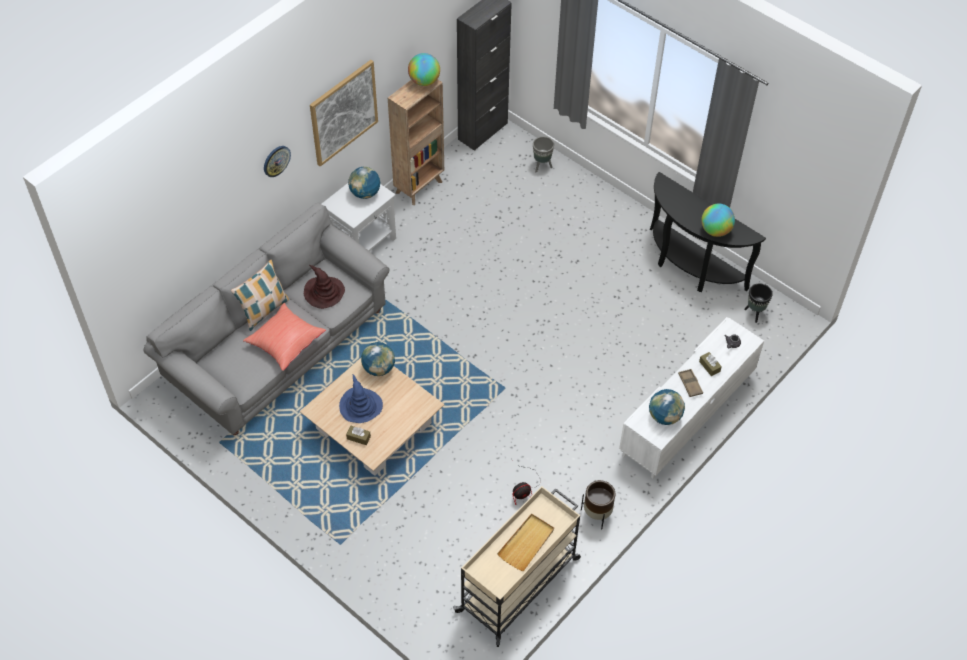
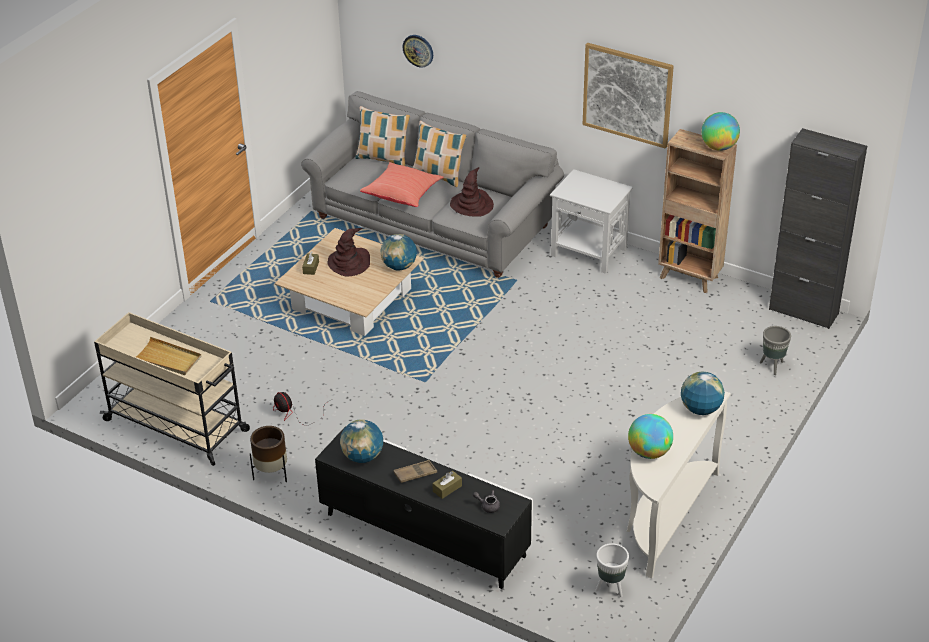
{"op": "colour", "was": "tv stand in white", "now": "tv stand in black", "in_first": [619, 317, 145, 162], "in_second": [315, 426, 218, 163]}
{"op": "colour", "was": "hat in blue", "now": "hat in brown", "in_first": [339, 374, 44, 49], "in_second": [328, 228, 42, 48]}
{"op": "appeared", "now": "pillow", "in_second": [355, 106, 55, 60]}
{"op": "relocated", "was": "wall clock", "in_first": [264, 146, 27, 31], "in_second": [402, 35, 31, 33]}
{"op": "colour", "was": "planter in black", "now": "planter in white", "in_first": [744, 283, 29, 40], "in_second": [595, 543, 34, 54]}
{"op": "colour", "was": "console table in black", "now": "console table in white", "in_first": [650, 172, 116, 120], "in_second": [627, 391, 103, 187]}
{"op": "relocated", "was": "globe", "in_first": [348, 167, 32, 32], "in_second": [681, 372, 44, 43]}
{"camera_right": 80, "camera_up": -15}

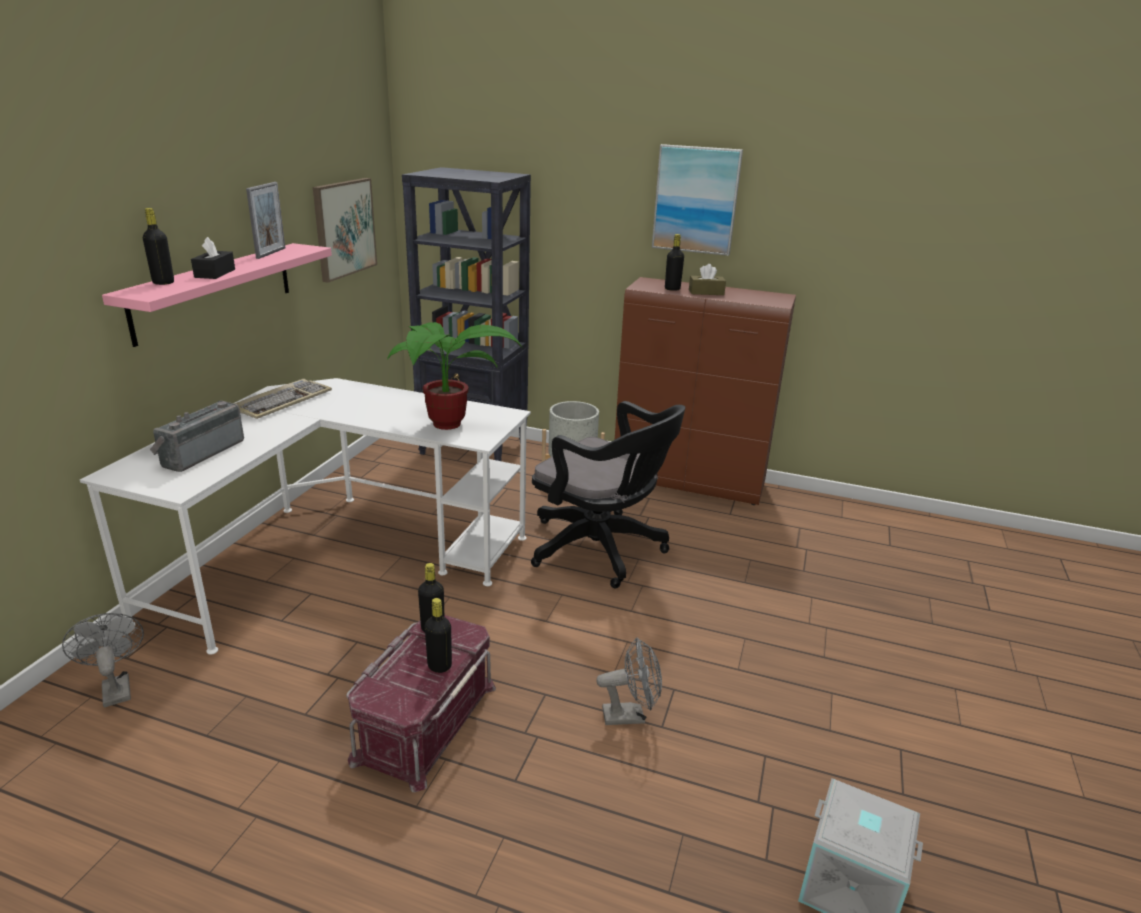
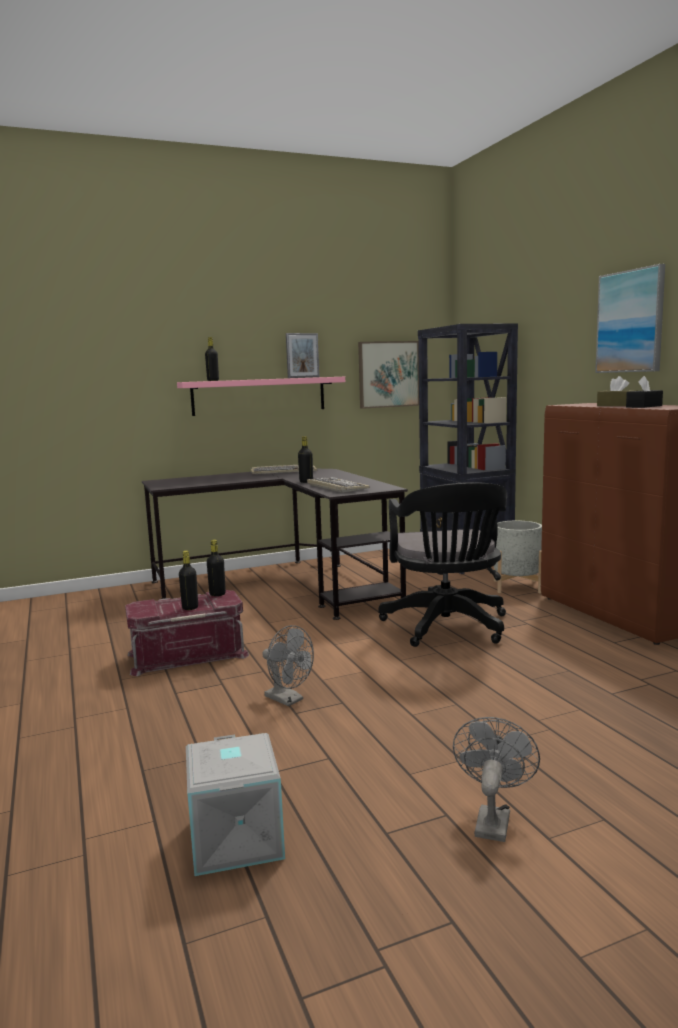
{"op": "colour", "was": "desk in white", "now": "desk in black", "in_first": [80, 378, 451, 277], "in_second": [142, 469, 266, 151]}
{"op": "relocated", "was": "bottle in black", "in_first": [665, 234, 19, 57], "in_second": [298, 436, 15, 47]}
{"op": "exchanged", "was": "potted plant", "now": "keyboard", "in_first": [387, 322, 135, 108], "in_second": [307, 477, 63, 16]}
{"op": "relocated", "was": "fan in grey", "in_first": [62, 613, 82, 94], "in_second": [453, 717, 87, 125]}
{"op": "relocated", "was": "tissue box in black", "in_first": [191, 237, 44, 42], "in_second": [626, 376, 37, 32]}
{"op": "missing", "was": "radio", "in_first": [150, 401, 94, 71]}
{"camera_right": 50, "camera_up": -15}

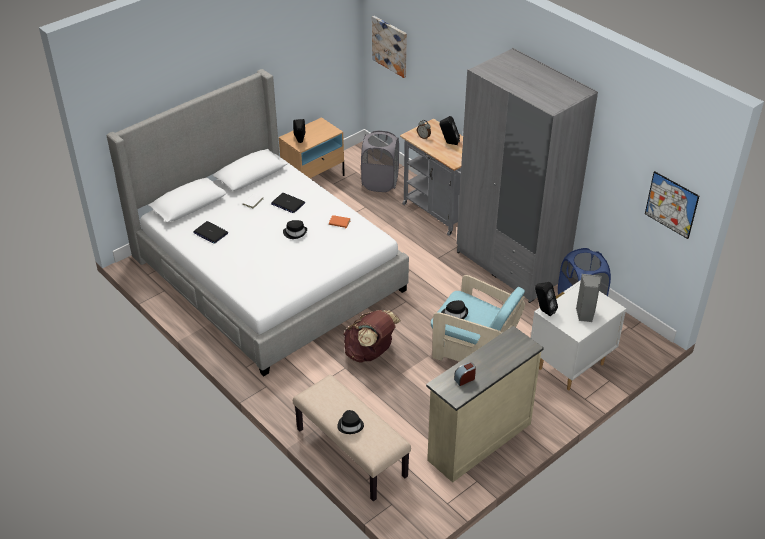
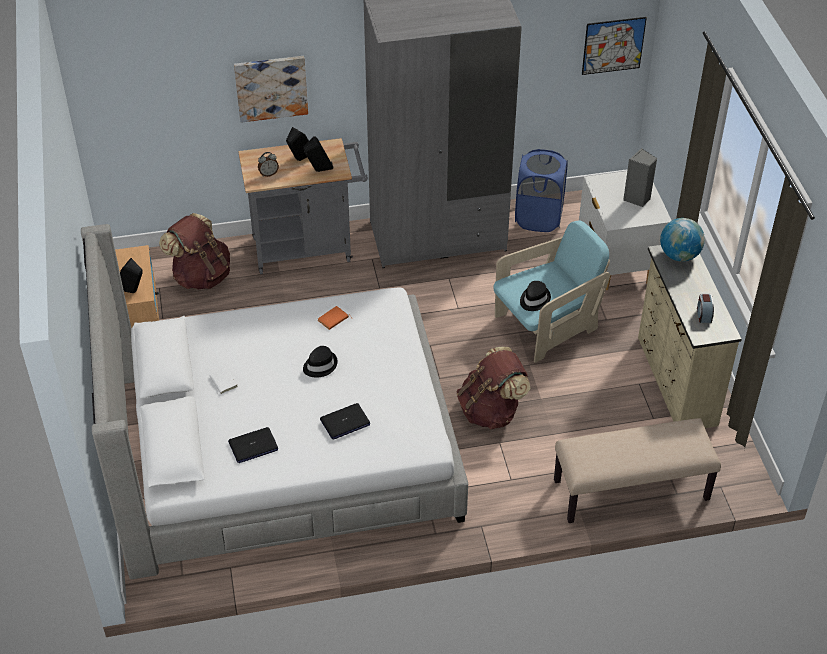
{"op": "exchanged", "was": "laundry basket in grey", "now": "backpack in brown", "in_first": [361, 130, 38, 62], "in_second": [159, 213, 71, 77]}
{"op": "relocated", "was": "picture", "in_first": [372, 16, 35, 62], "in_second": [234, 56, 74, 67]}
{"op": "relocated", "was": "speaker in black", "in_first": [535, 282, 23, 34], "in_second": [303, 136, 30, 36]}
{"op": "relocated", "was": "laptop", "in_first": [271, 193, 34, 20], "in_second": [320, 403, 50, 36]}
{"op": "appeared", "now": "globe", "in_second": [660, 218, 45, 44]}
{"op": "missing", "was": "hat in black", "in_first": [337, 410, 27, 24]}
{"camera_right": -60, "camera_up": 5}

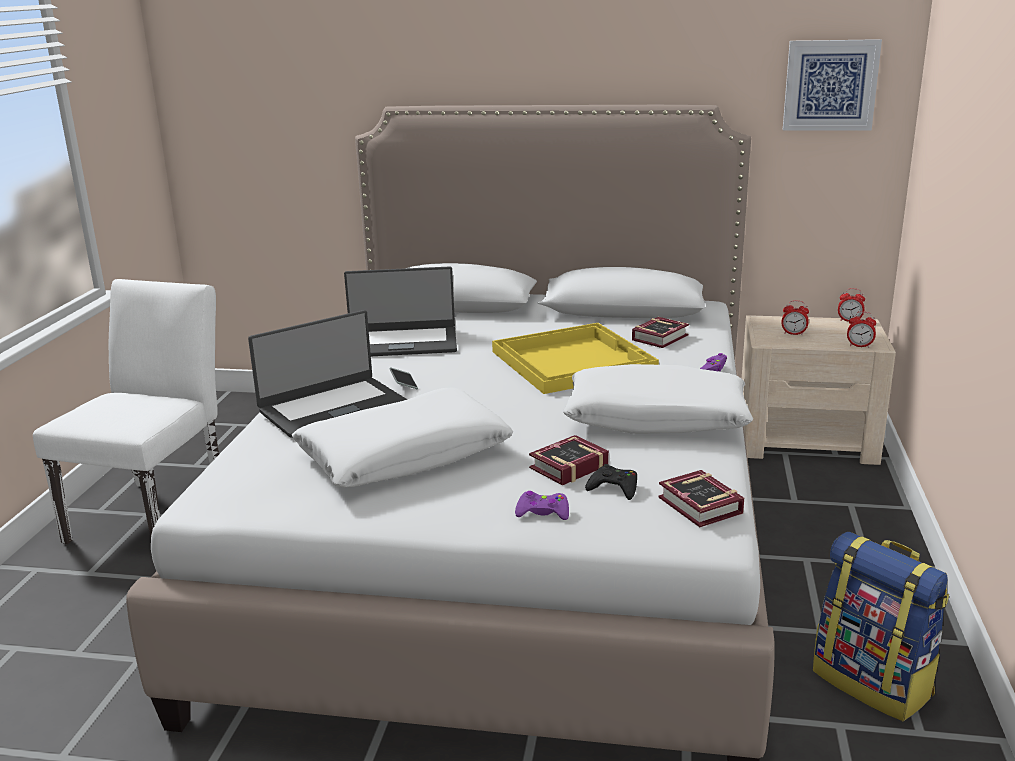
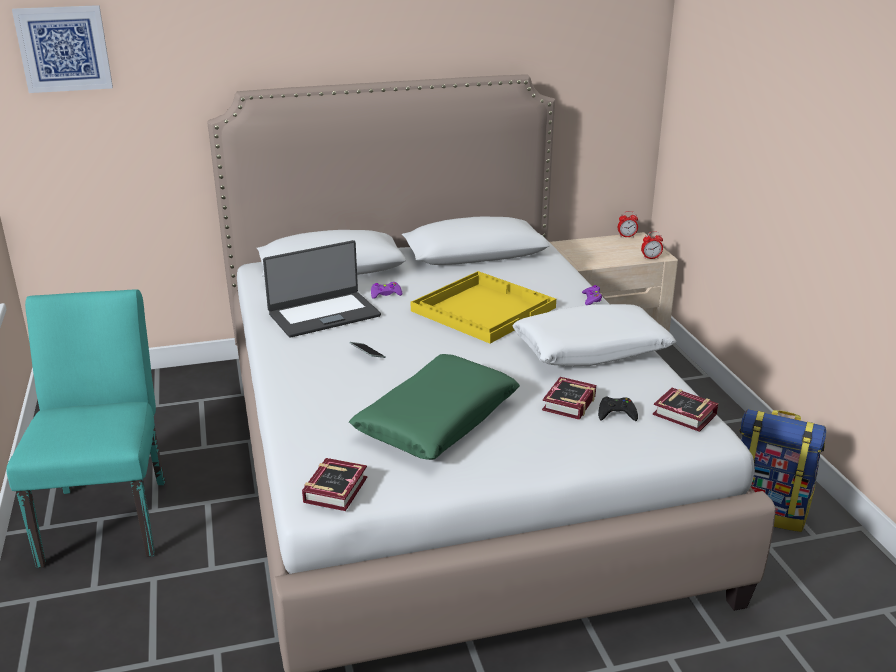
{"op": "colour", "was": "chair in white", "now": "chair in turquoise", "in_first": [33, 279, 186, 265], "in_second": [6, 290, 159, 278]}
{"op": "relocated", "was": "picture", "in_first": [783, 39, 99, 91], "in_second": [12, 5, 101, 88]}
{"op": "relocated", "was": "book", "in_first": [632, 317, 57, 31], "in_second": [302, 458, 65, 53]}
{"op": "colour", "was": "pillow in white", "now": "pillow in green", "in_first": [292, 388, 221, 99], "in_second": [349, 354, 171, 106]}
{"op": "relocated", "was": "game controller in purple", "in_first": [515, 491, 54, 29], "in_second": [371, 282, 31, 17]}
{"op": "missing", "was": "laptop", "in_first": [248, 310, 159, 128]}
{"op": "missing", "was": "alarm clock", "in_first": [781, 300, 28, 36]}
{"camera_right": -25, "camera_up": 5}

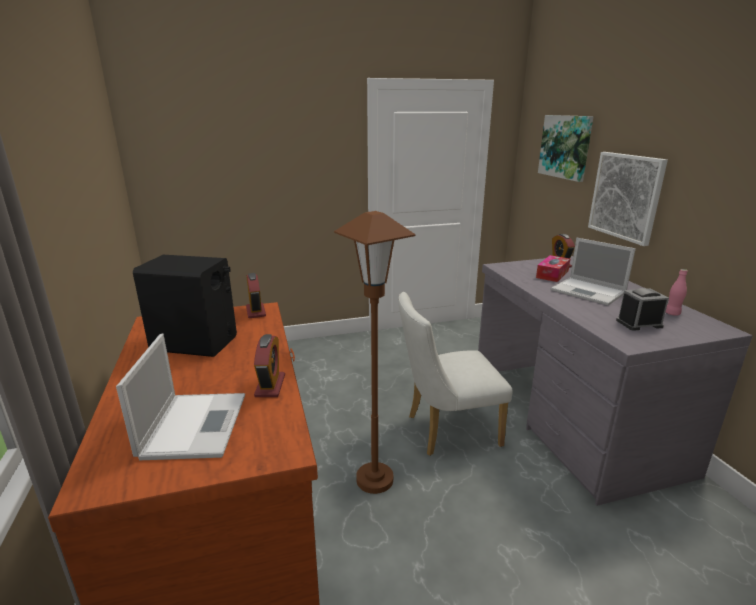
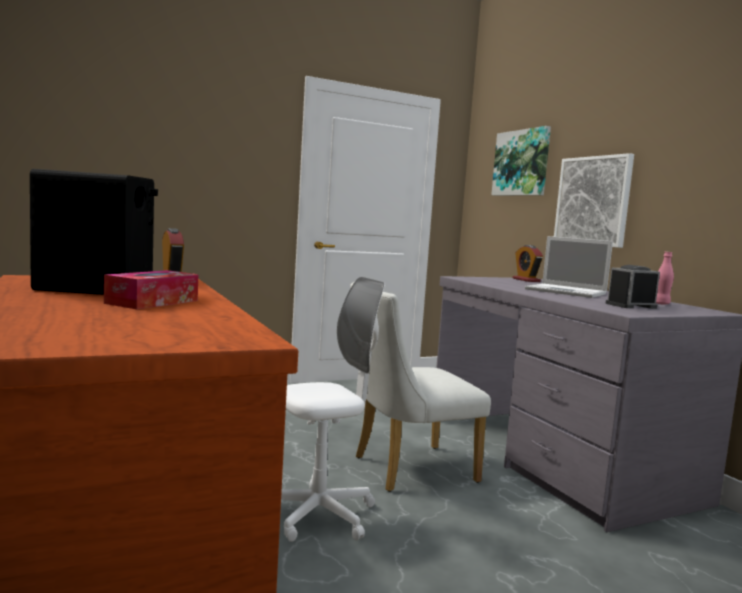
{"op": "relocated", "was": "tissue box", "in_first": [536, 255, 34, 27], "in_second": [104, 270, 94, 39]}
{"op": "exchanged", "was": "floor lamp in brown", "now": "office chair in white", "in_first": [334, 211, 81, 283], "in_second": [281, 277, 104, 265]}
{"op": "missing", "was": "laptop", "in_first": [116, 334, 129, 126]}
{"op": "missing", "was": "alarm clock", "in_first": [254, 334, 31, 63]}
{"camera_right": -10, "camera_up": -15}

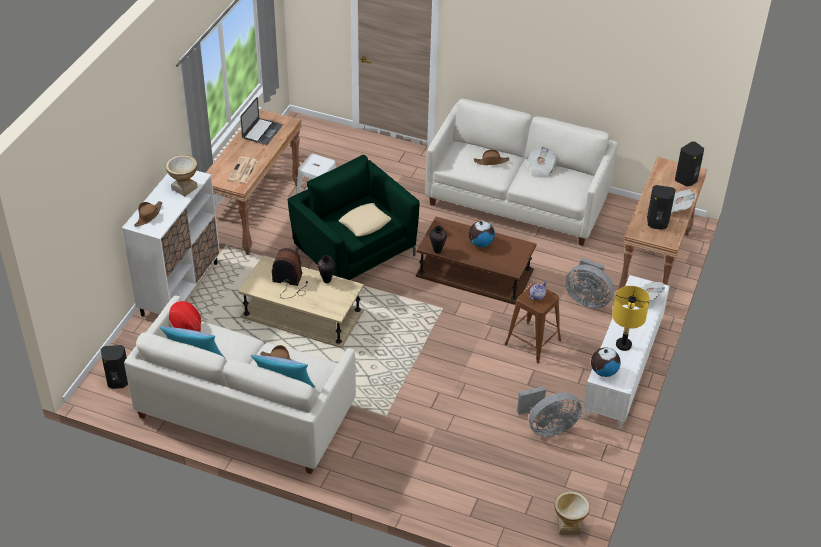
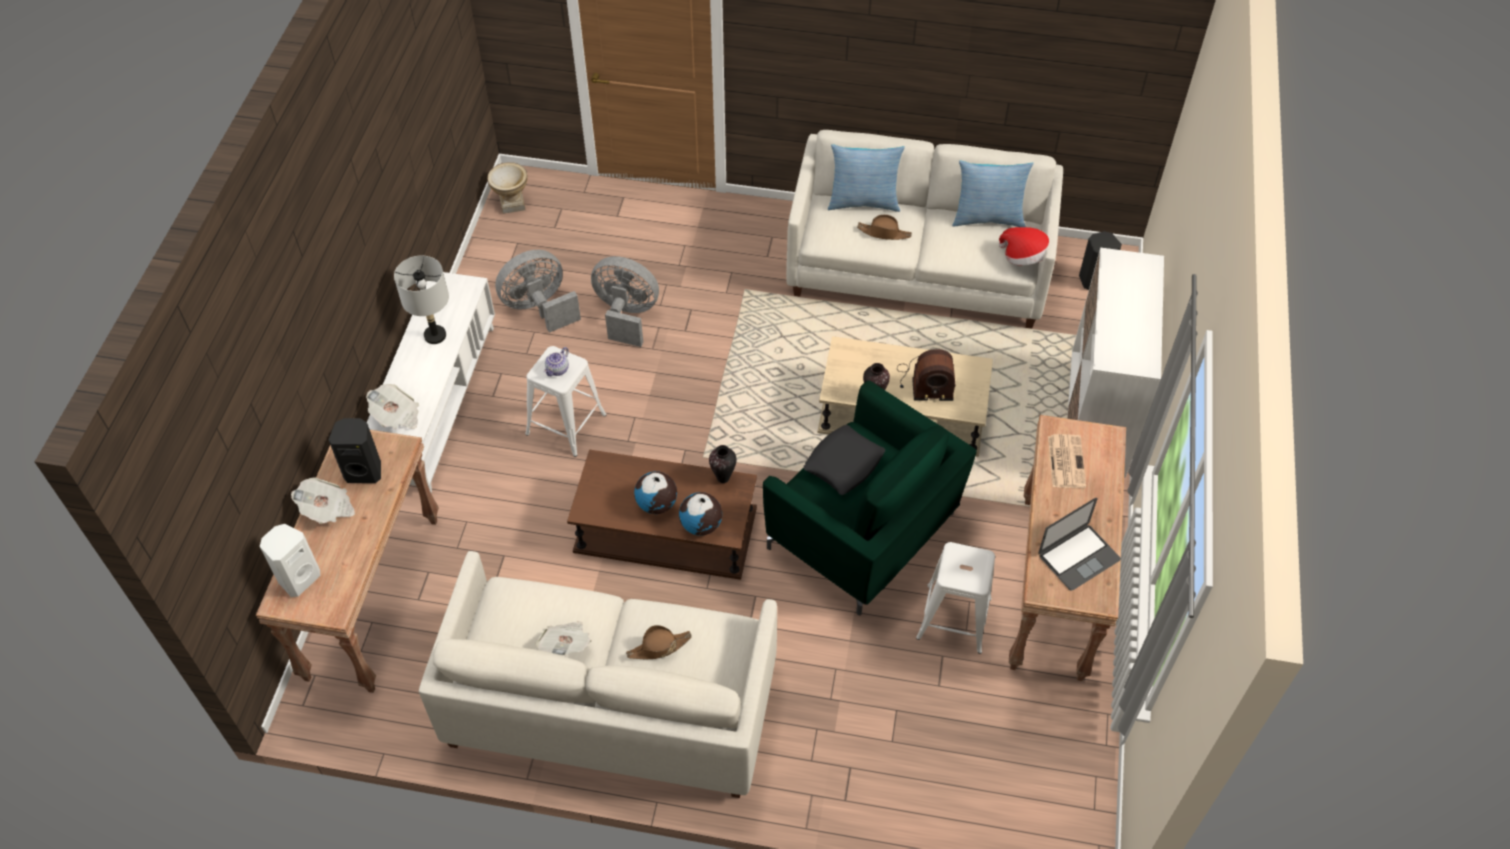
{"op": "colour", "was": "speaker in black", "now": "speaker in white", "in_first": [675, 141, 29, 45], "in_second": [260, 524, 60, 73]}
{"op": "colour", "was": "table lamp in yellow", "now": "table lamp in grey", "in_first": [612, 286, 38, 65], "in_second": [394, 256, 55, 88]}
{"op": "colour", "was": "stool in brown", "now": "stool in white", "in_first": [505, 283, 56, 81], "in_second": [525, 346, 81, 111]}
{"op": "relocated", "was": "fan in grey", "in_first": [566, 258, 48, 50], "in_second": [591, 256, 68, 91]}
{"op": "relocated", "was": "globe", "in_first": [591, 348, 30, 29], "in_second": [679, 492, 43, 44]}
{"op": "colour", "was": "pillow in beige", "now": "pillow in black", "in_first": [339, 203, 52, 34], "in_second": [804, 425, 81, 70]}
{"op": "spun", "was": "laptop", "in_first": [240, 97, 43, 48], "in_second": [1038, 498, 83, 93], "clockwise": -135}
{"op": "missing", "was": "hat in brown", "in_first": [134, 201, 28, 26]}
{"op": "missing", "was": "vase", "in_first": [165, 155, 32, 41]}
{"camera_right": 170, "camera_up": 10}

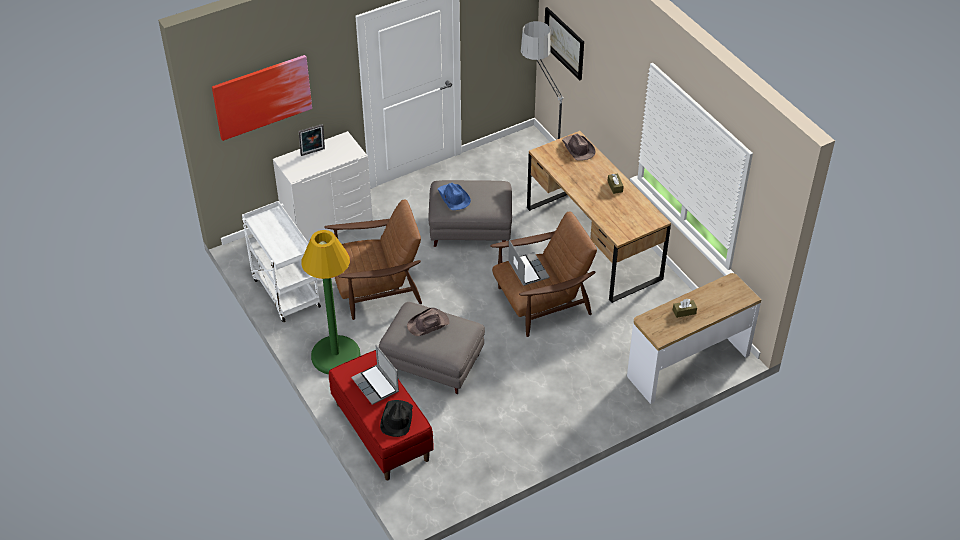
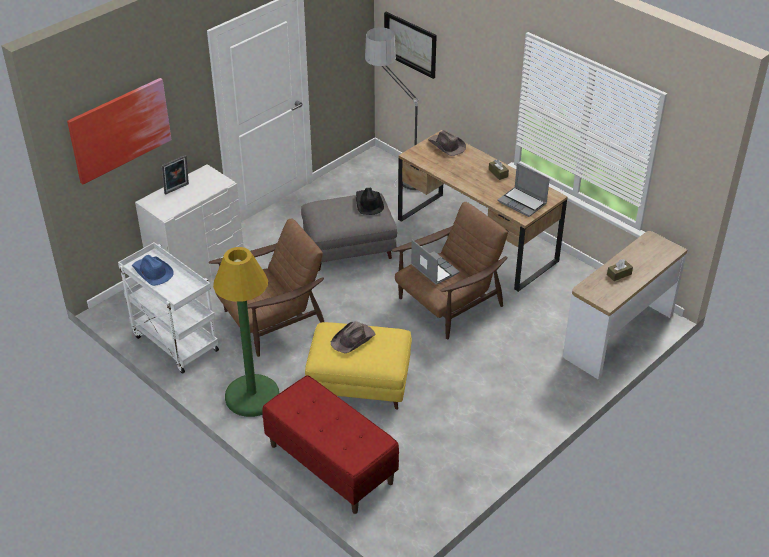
{"op": "relocated", "was": "hat in blue", "in_first": [438, 183, 33, 27], "in_second": [132, 255, 42, 31]}
{"op": "colour", "was": "ottoman in grey", "now": "ottoman in yellow", "in_first": [379, 302, 106, 92], "in_second": [305, 322, 107, 88]}
{"op": "relocated", "was": "hat in black", "in_first": [380, 400, 33, 37], "in_second": [356, 187, 28, 28]}
{"op": "relocated", "was": "laptop", "in_first": [351, 345, 48, 60], "in_second": [497, 163, 53, 54]}
{"camera_right": -15, "camera_up": -5}

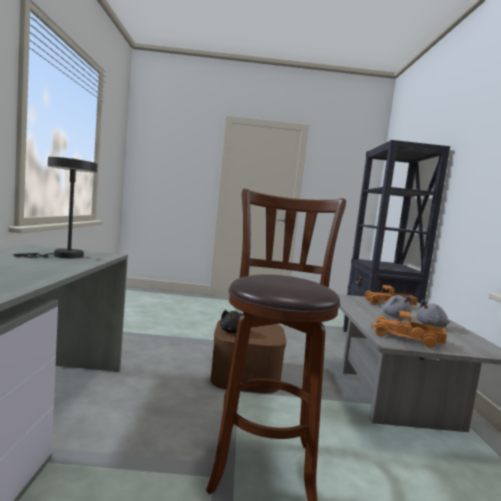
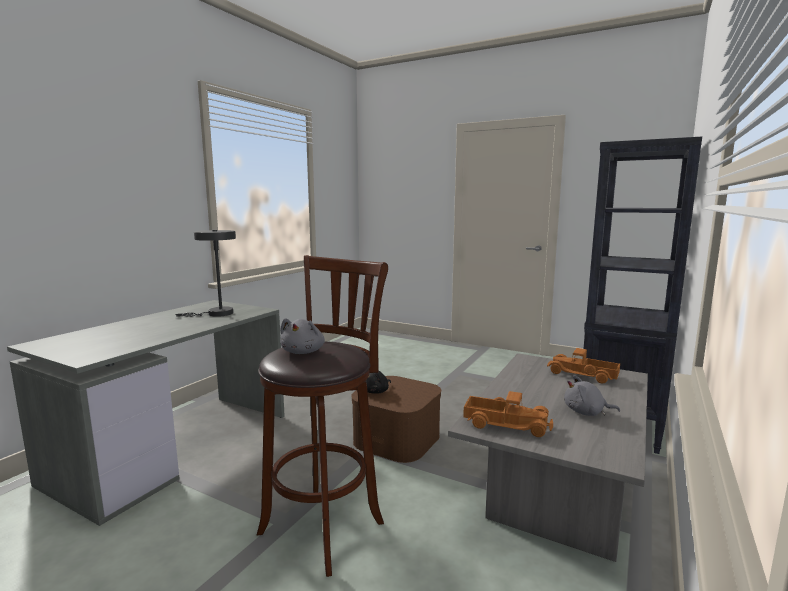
{"op": "relocated", "was": "plush toy in grey", "in_first": [380, 295, 32, 22], "in_second": [280, 318, 45, 36]}
{"op": "spun", "was": "toy truck", "in_first": [371, 310, 76, 38], "in_second": [463, 391, 90, 46], "clockwise": 150}
{"camera_right": 30, "camera_up": 5}

